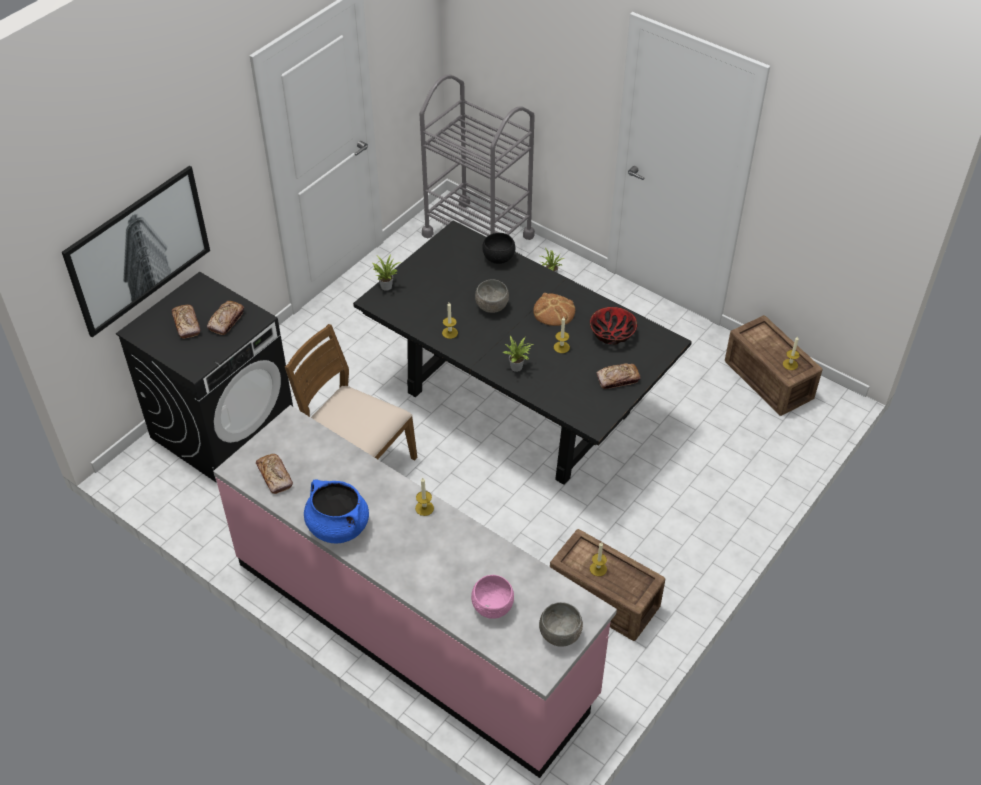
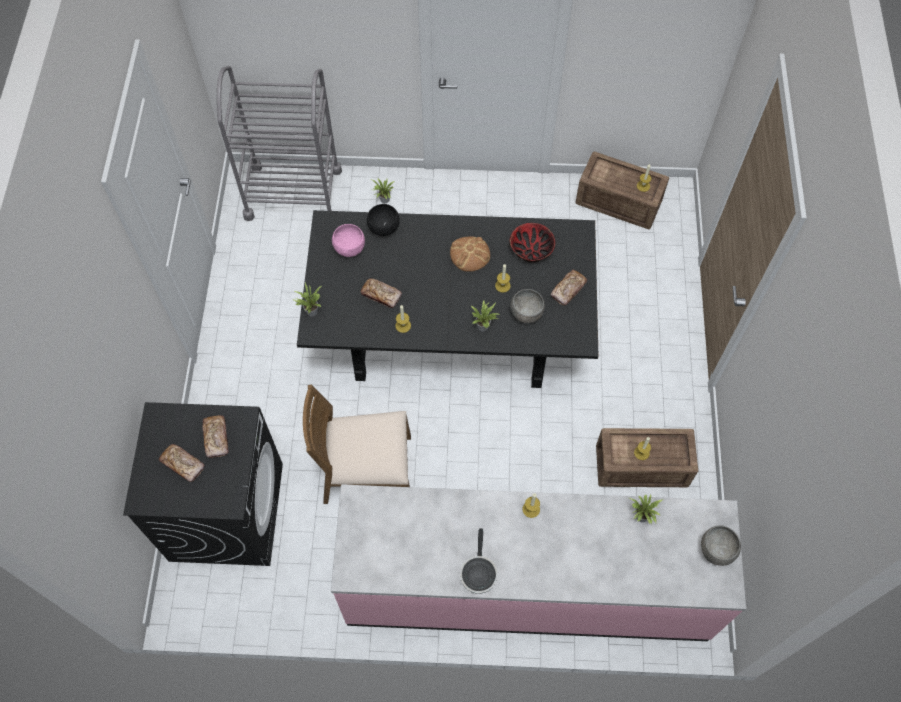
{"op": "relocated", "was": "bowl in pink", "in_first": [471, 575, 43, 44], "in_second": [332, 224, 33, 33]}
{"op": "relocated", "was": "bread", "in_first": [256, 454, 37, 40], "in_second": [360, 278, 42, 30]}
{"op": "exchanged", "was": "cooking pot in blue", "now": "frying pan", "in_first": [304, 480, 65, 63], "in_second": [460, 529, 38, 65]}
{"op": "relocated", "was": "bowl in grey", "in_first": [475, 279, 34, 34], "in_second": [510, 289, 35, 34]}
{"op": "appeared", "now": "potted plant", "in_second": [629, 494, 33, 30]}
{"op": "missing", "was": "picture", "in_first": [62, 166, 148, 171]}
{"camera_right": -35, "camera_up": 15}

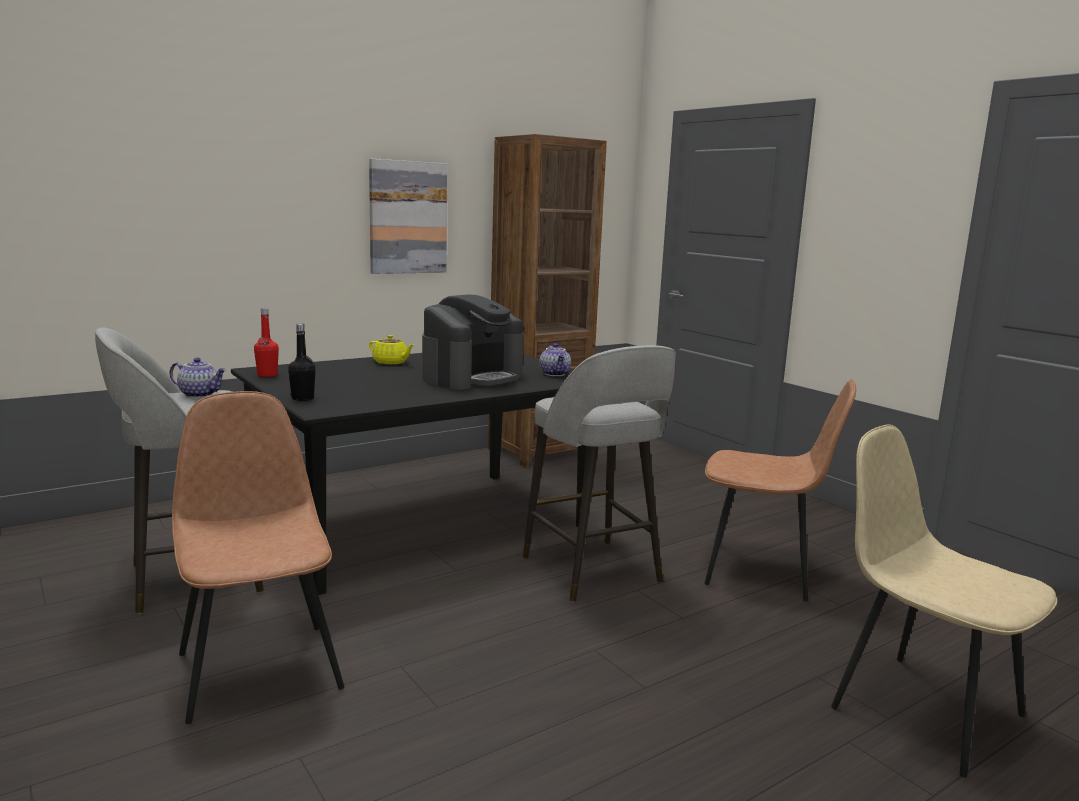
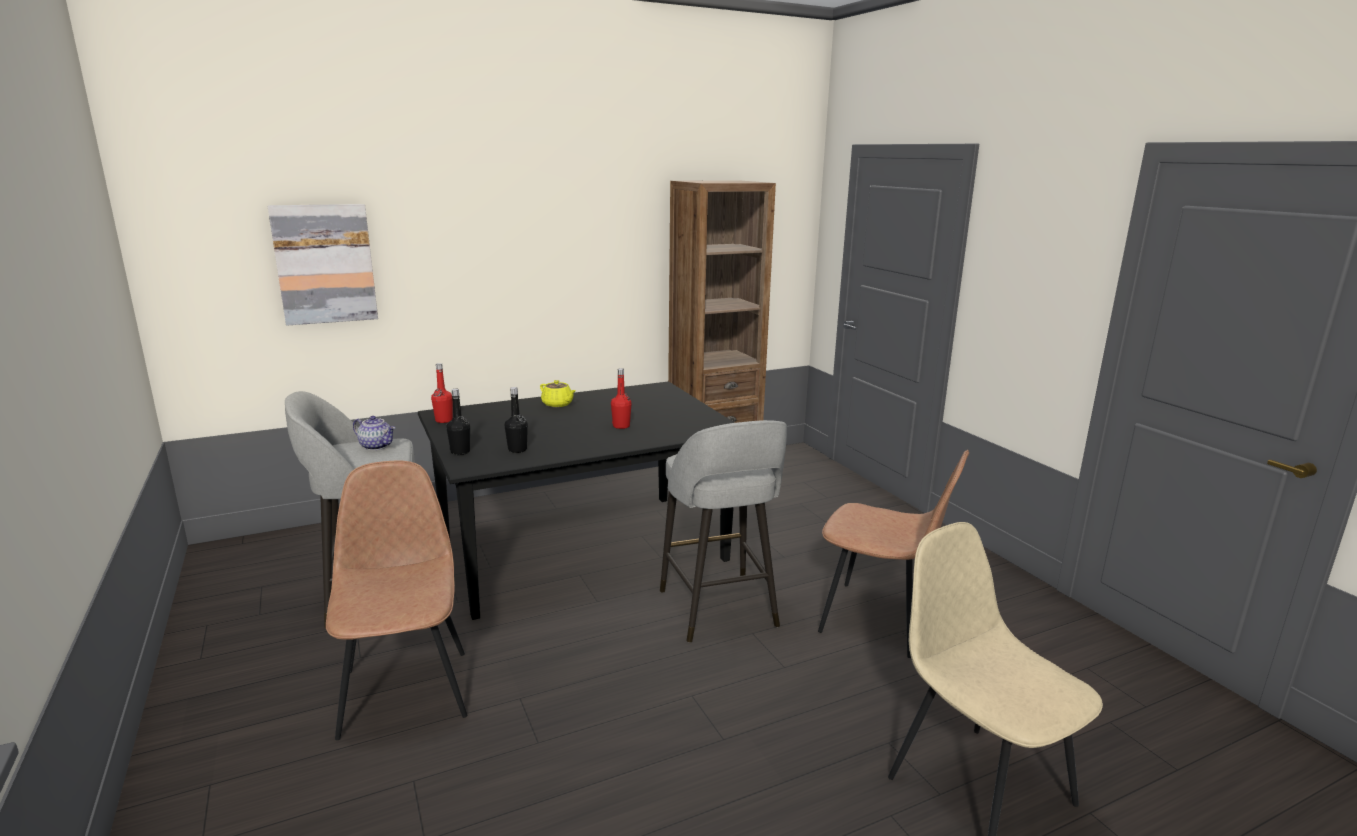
{"op": "relocated", "was": "picture", "in_first": [369, 159, 78, 115], "in_second": [268, 204, 110, 122]}
{"op": "appeared", "now": "bottle in black", "in_second": [505, 387, 23, 66]}
{"op": "exchanged", "was": "coffee machine", "now": "bottle in red", "in_first": [422, 294, 102, 96], "in_second": [611, 368, 21, 61]}
{"op": "missing", "was": "teapot", "in_first": [539, 343, 32, 33]}
{"camera_right": 10, "camera_up": 5}

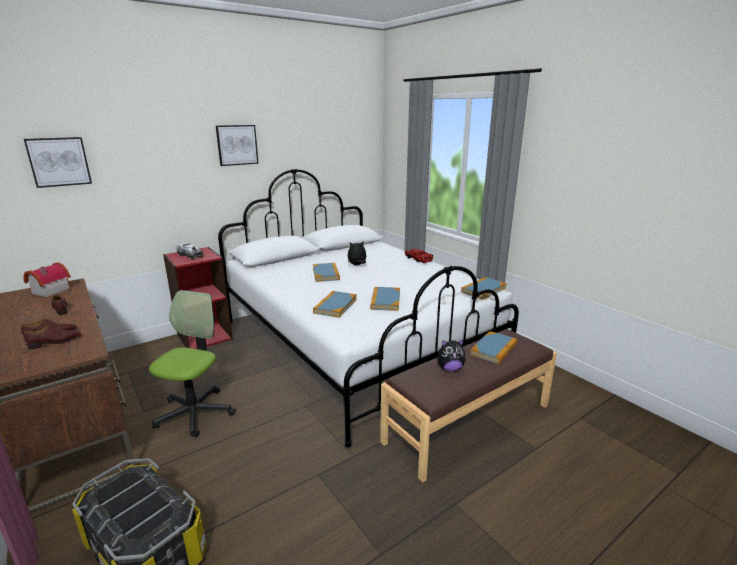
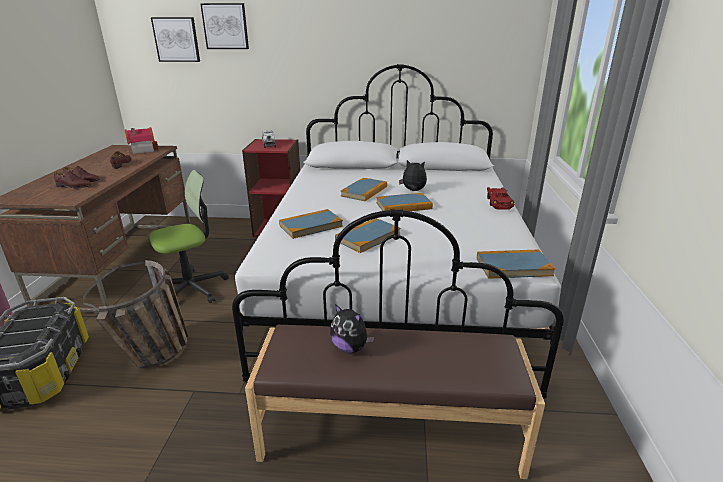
{"op": "appeared", "now": "basket", "in_second": [83, 260, 105, 108]}
{"op": "relocated", "was": "picture", "in_first": [216, 125, 43, 41], "in_second": [200, 3, 49, 46]}
{"op": "relocated", "was": "book", "in_first": [470, 331, 47, 33], "in_second": [376, 193, 57, 18]}
{"camera_right": 40, "camera_up": 5}

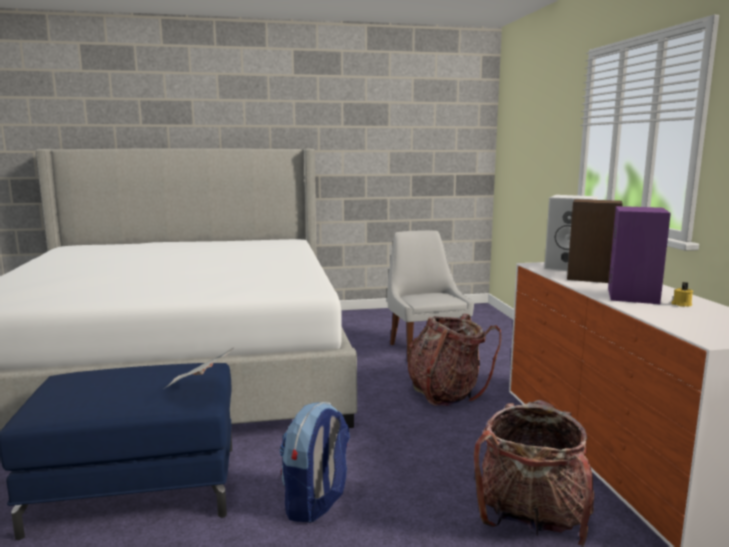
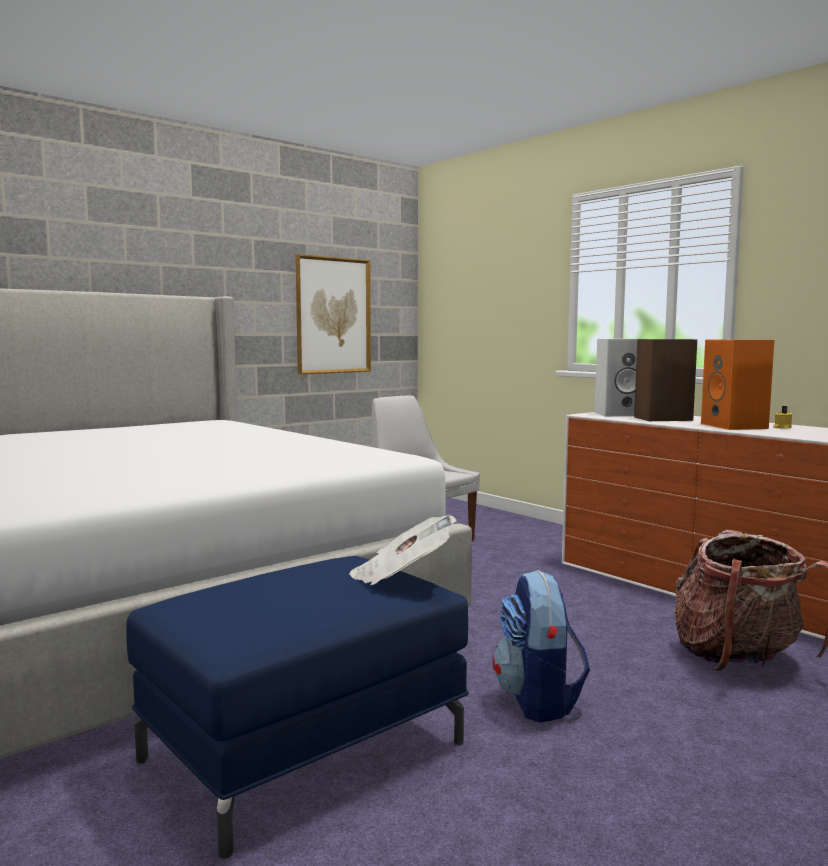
{"op": "appeared", "now": "picture", "in_second": [296, 254, 75, 120]}
{"op": "colour", "was": "speaker in purple", "now": "speaker in orange", "in_first": [608, 206, 63, 98], "in_second": [701, 340, 73, 90]}
{"op": "missing", "was": "backpack", "in_first": [407, 314, 94, 92]}
{"camera_right": -30, "camera_up": -5}

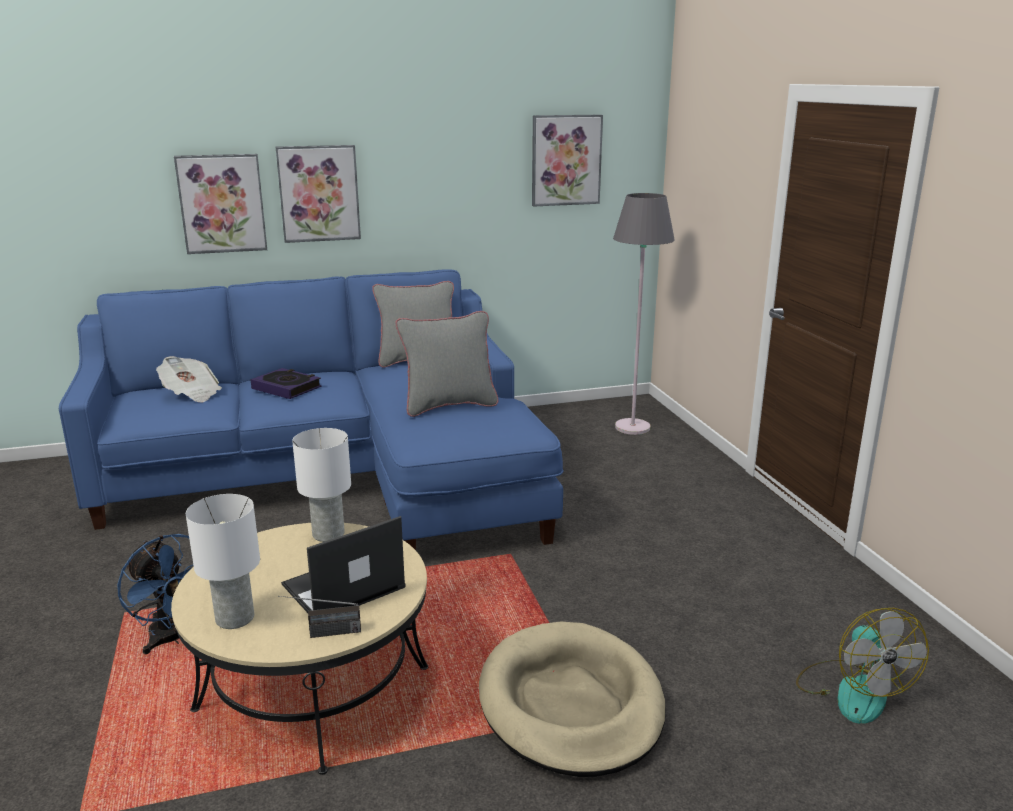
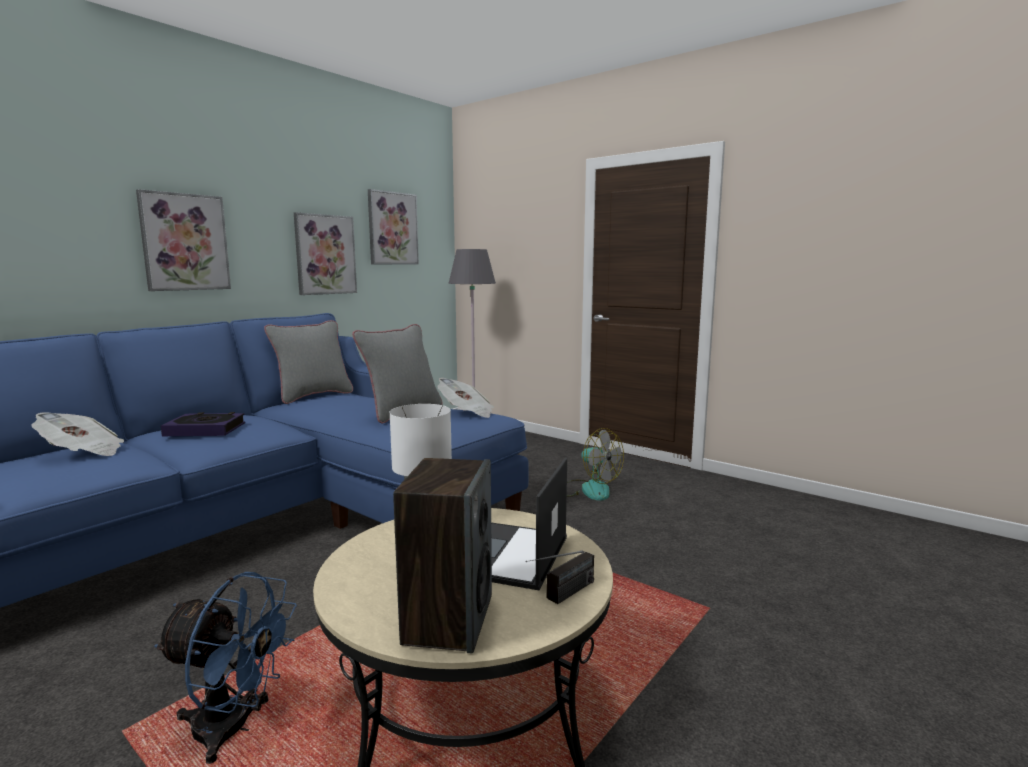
{"op": "relocated", "was": "picture", "in_first": [174, 154, 93, 100], "in_second": [294, 212, 63, 83]}
{"op": "exchanged", "was": "table lamp in white", "now": "speaker", "in_first": [186, 494, 74, 135], "in_second": [393, 458, 99, 195]}
{"op": "appeared", "now": "newspaper", "in_second": [437, 378, 57, 40]}
{"op": "relocated", "was": "fan", "in_first": [796, 608, 133, 116], "in_second": [567, 428, 57, 73]}
{"op": "missing", "was": "dog bed in beige", "in_first": [479, 621, 187, 156]}
{"camera_right": -35, "camera_up": -10}

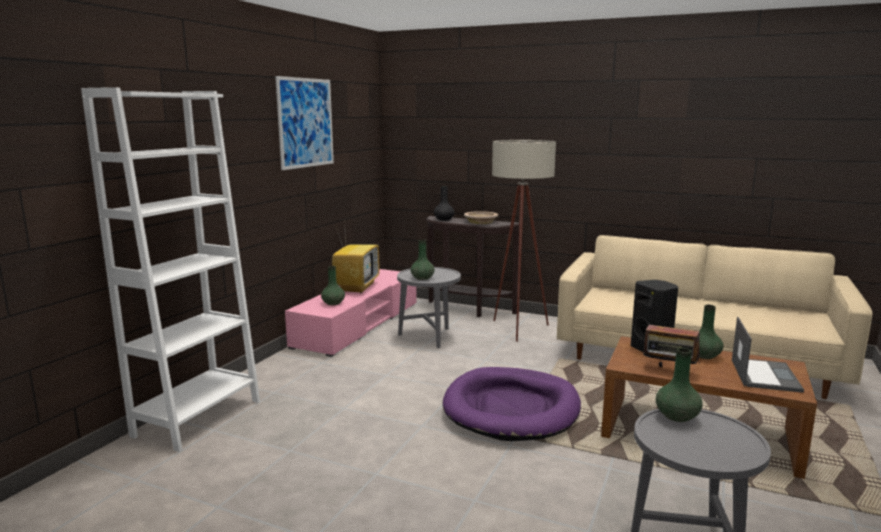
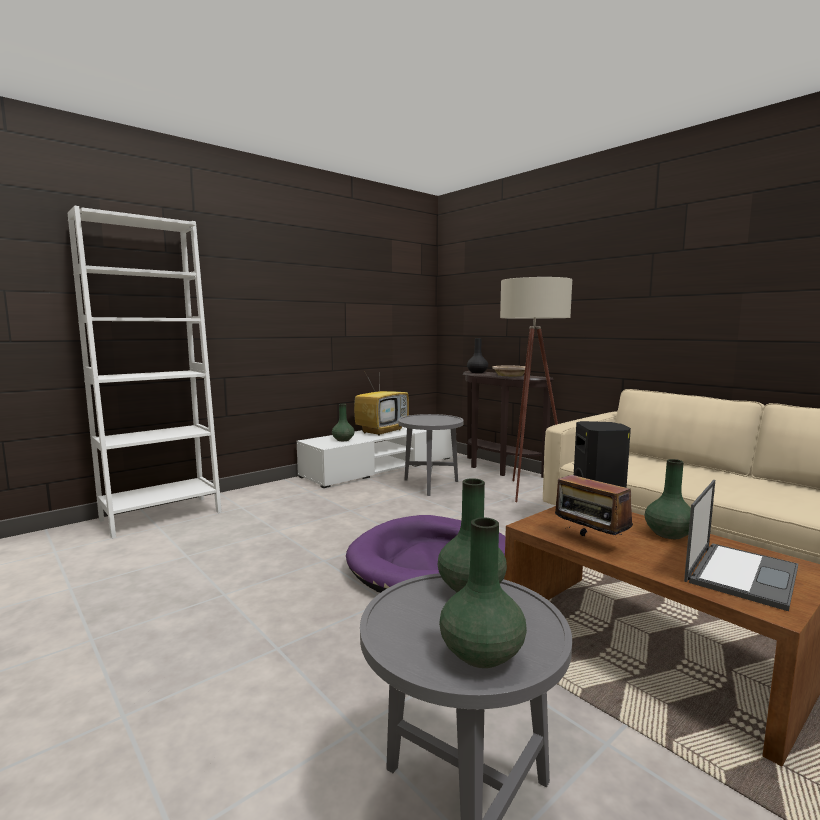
{"op": "colour", "was": "tv stand in pink", "now": "tv stand in white", "in_first": [285, 269, 132, 88], "in_second": [297, 427, 156, 61]}
{"op": "relocated", "was": "vase in green", "in_first": [411, 240, 24, 40], "in_second": [439, 517, 88, 151]}
{"op": "missing", "was": "picture", "in_first": [275, 76, 59, 94]}
{"camera_right": 25, "camera_up": -5}

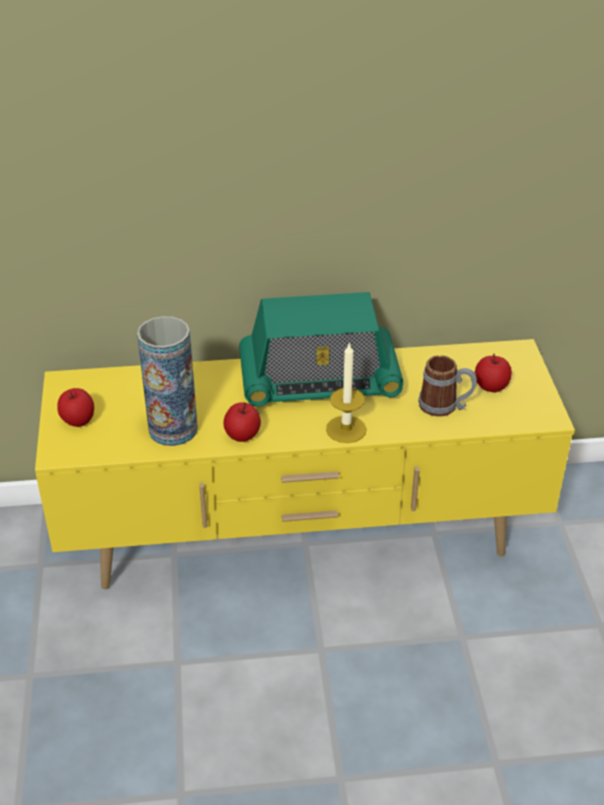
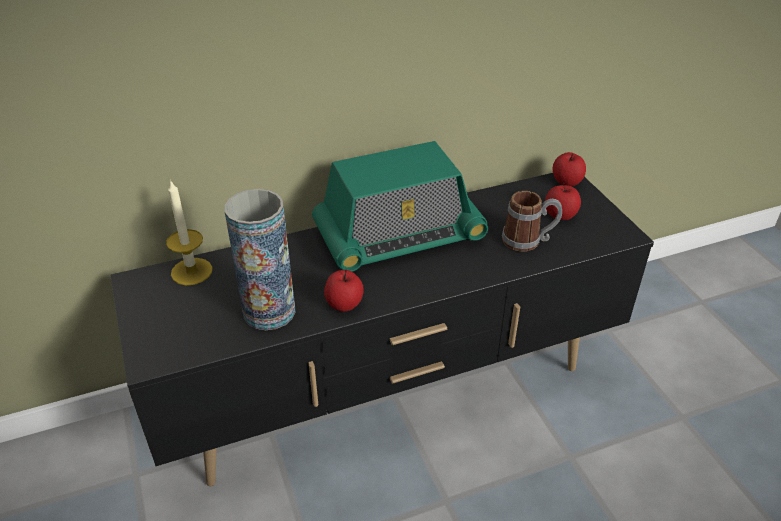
{"op": "colour", "was": "tv stand in yellow", "now": "tv stand in black", "in_first": [35, 339, 540, 250], "in_second": [110, 173, 544, 313]}
{"op": "relocated", "was": "candle", "in_first": [326, 342, 41, 101], "in_second": [166, 179, 47, 106]}
{"op": "relocated", "was": "apple", "in_first": [57, 388, 37, 39], "in_second": [553, 152, 33, 34]}
{"camera_right": -15, "camera_up": 0}

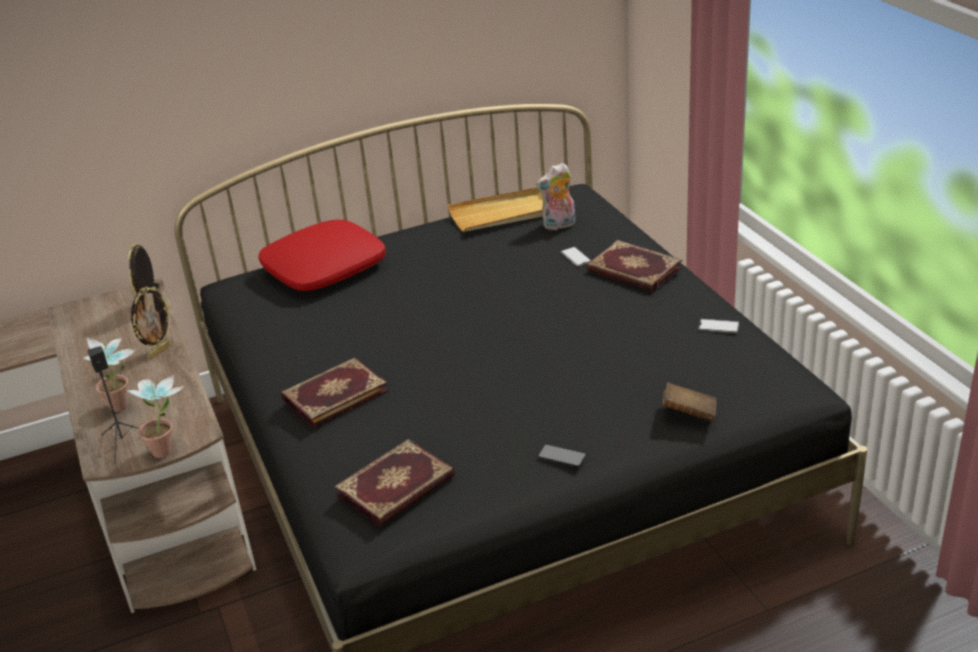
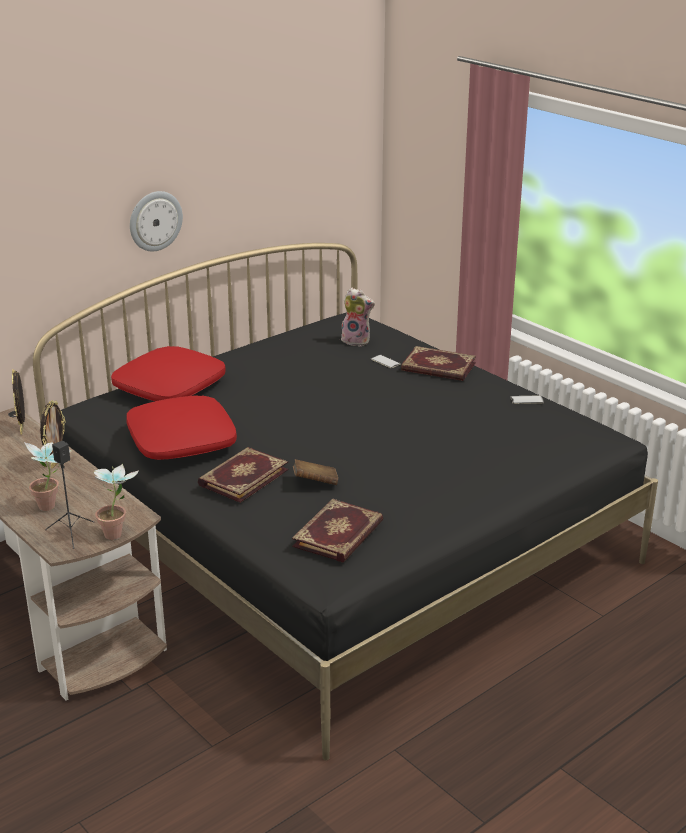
{"op": "appeared", "now": "pillow in red", "in_second": [126, 395, 111, 65]}
{"op": "appeared", "now": "wall clock", "in_second": [130, 191, 53, 60]}
{"op": "relocated", "was": "book in brown", "in_first": [663, 383, 53, 39], "in_second": [293, 459, 45, 26]}
{"op": "spun", "was": "plush toy", "in_first": [536, 163, 39, 67], "in_second": [341, 288, 34, 58], "clockwise": -120}
{"op": "missing", "was": "tray in beige", "in_first": [448, 187, 95, 45]}
{"op": "missing", "was": "phone", "in_first": [538, 445, 48, 22]}
{"camera_right": -20, "camera_up": -5}

